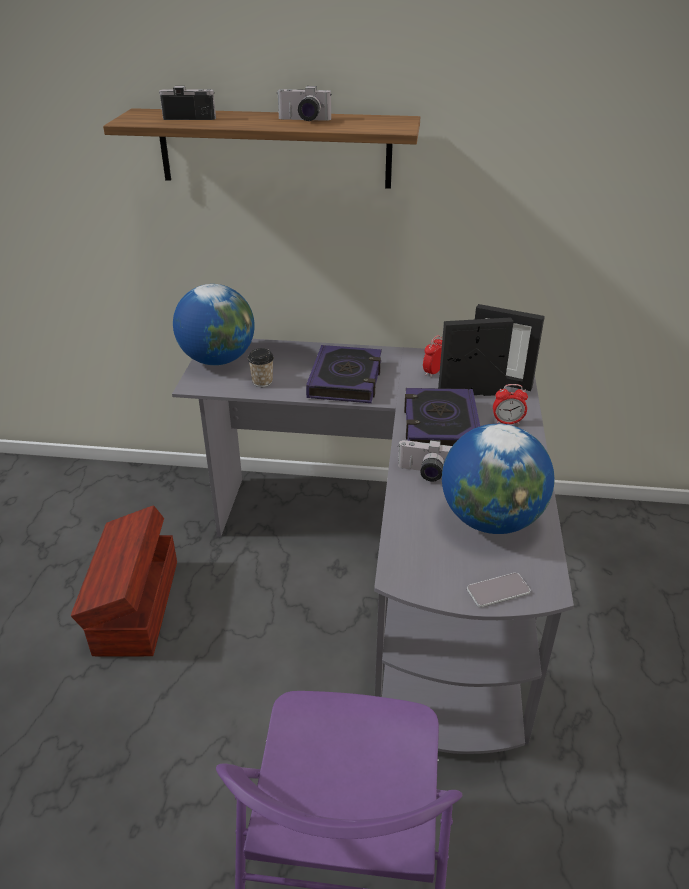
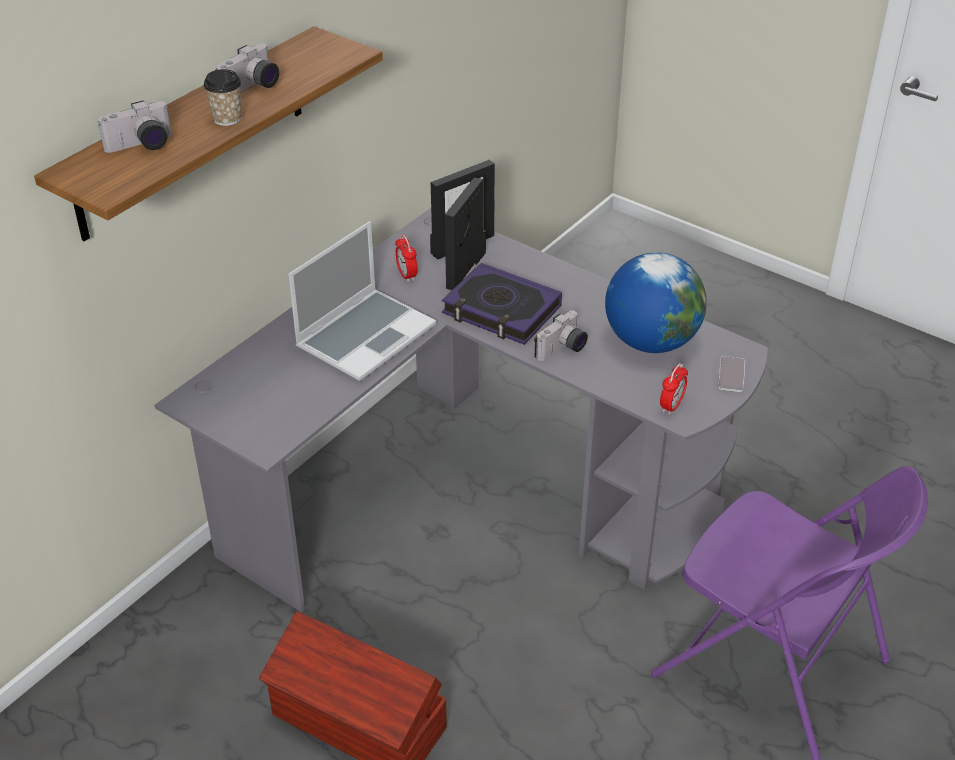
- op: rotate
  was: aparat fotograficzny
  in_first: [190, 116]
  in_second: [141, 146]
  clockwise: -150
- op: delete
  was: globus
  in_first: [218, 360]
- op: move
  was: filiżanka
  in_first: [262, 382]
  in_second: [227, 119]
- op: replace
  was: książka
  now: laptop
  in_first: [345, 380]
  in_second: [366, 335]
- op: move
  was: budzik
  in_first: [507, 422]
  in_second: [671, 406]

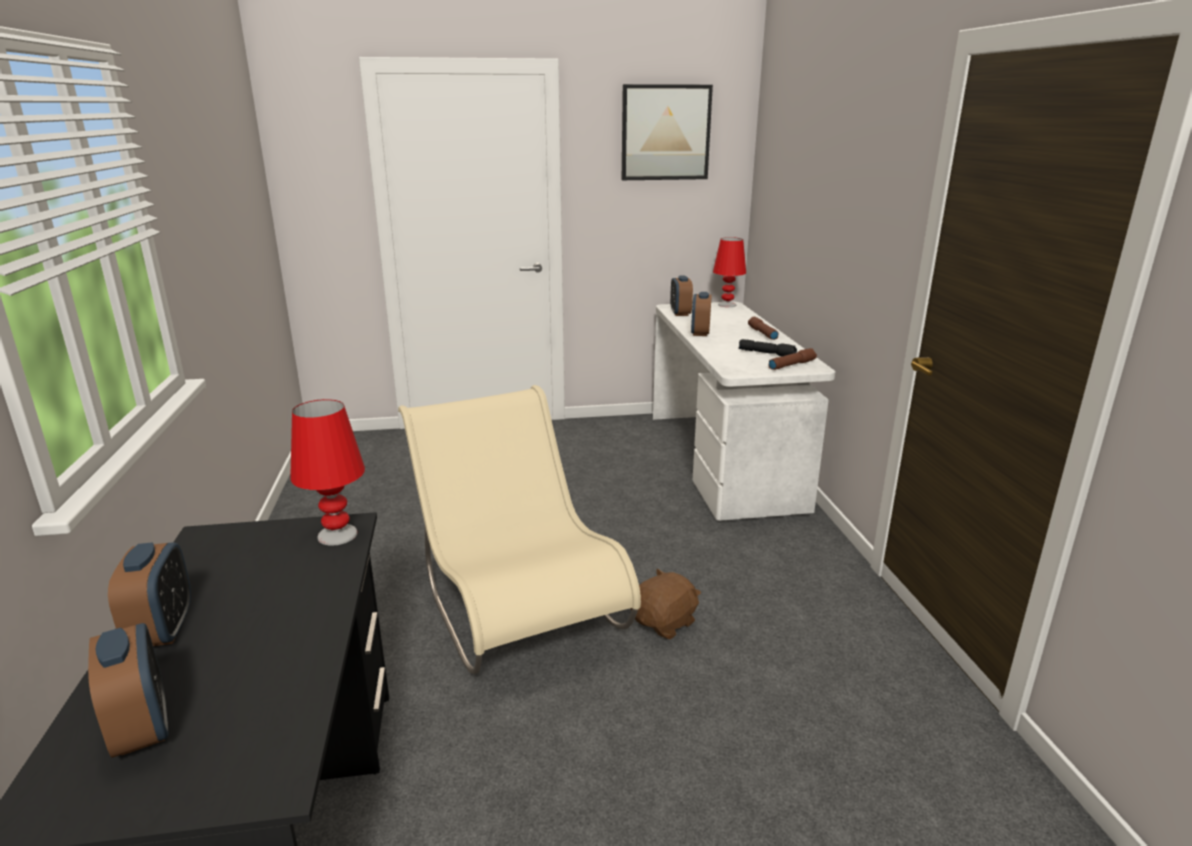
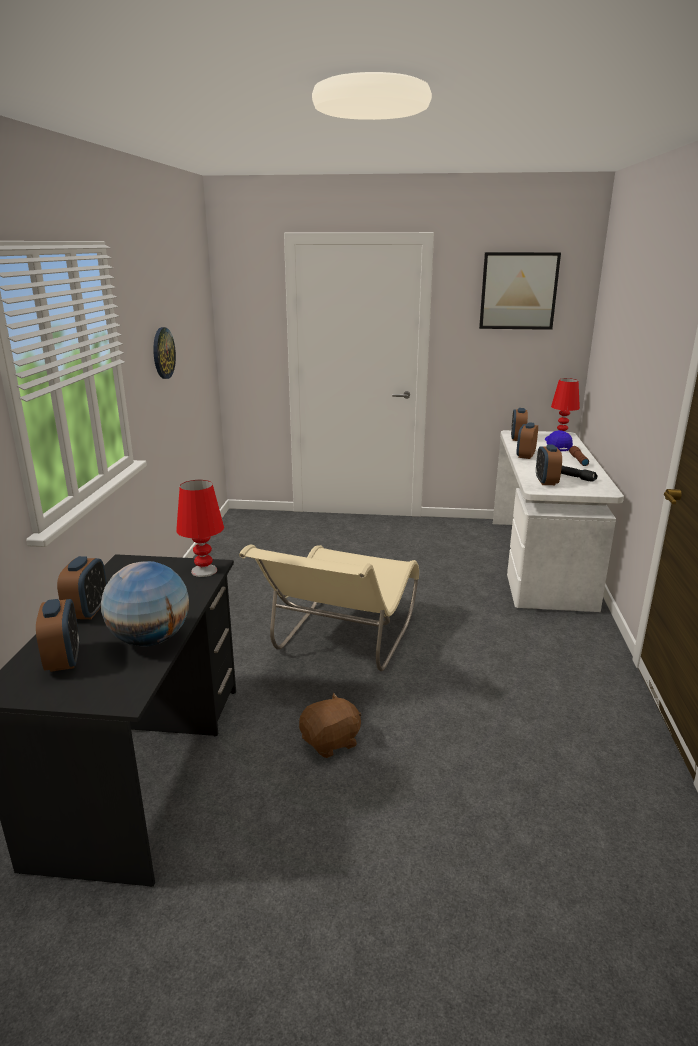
- op: rotate
  was: krzesło (beżowy)
  in_first: [516, 602]
  in_second: [340, 644]
  clockwise: -150
- op: move
  was: pluszak (brązowy)
  in_first: [665, 623]
  in_second: [331, 742]
- op: delete
  was: latarka (brązowy)
  in_first: [791, 365]
- op: insert
  now: globus
  in_second: [150, 639]
- op: insert
  now: zegar ścienny
  in_second: [163, 353]
- op: insert
  now: budzik
  in_second: [546, 482]
- op: insert
  now: czapka z daszkiem (niebieski)
  in_second: [557, 446]

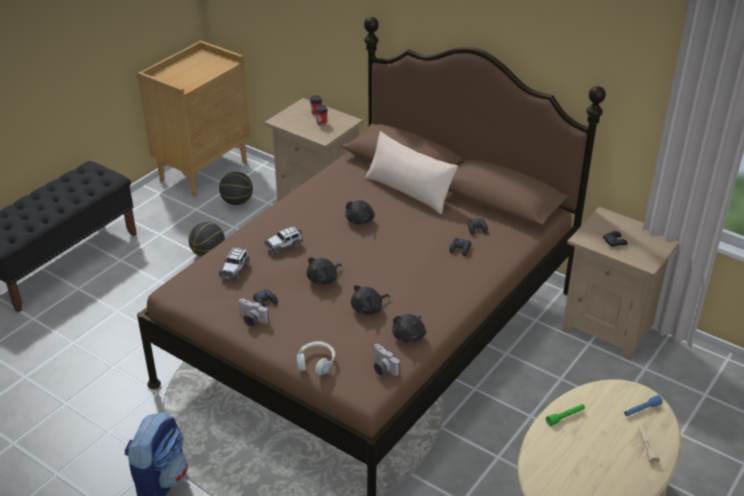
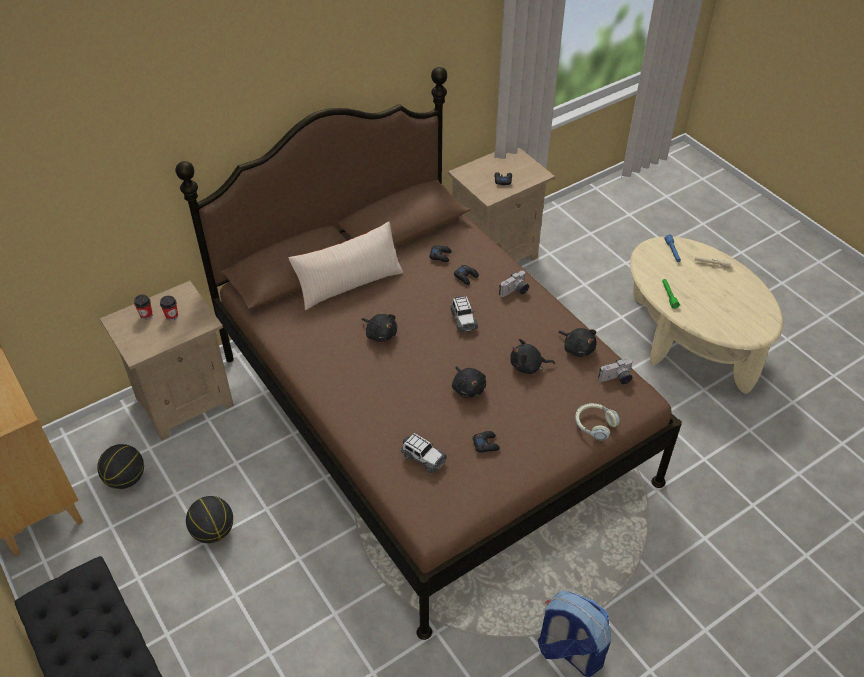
- op: move
  was: aparat fotograficzny
  in_first: [251, 320]
  in_second: [515, 291]
- op: move
  was: samochodzik
  in_first: [284, 246]
  in_second: [463, 319]
- op: rotate
  was: pluszak (czarny)
  in_first: [368, 309]
  in_second: [528, 366]
  clockwise: 105

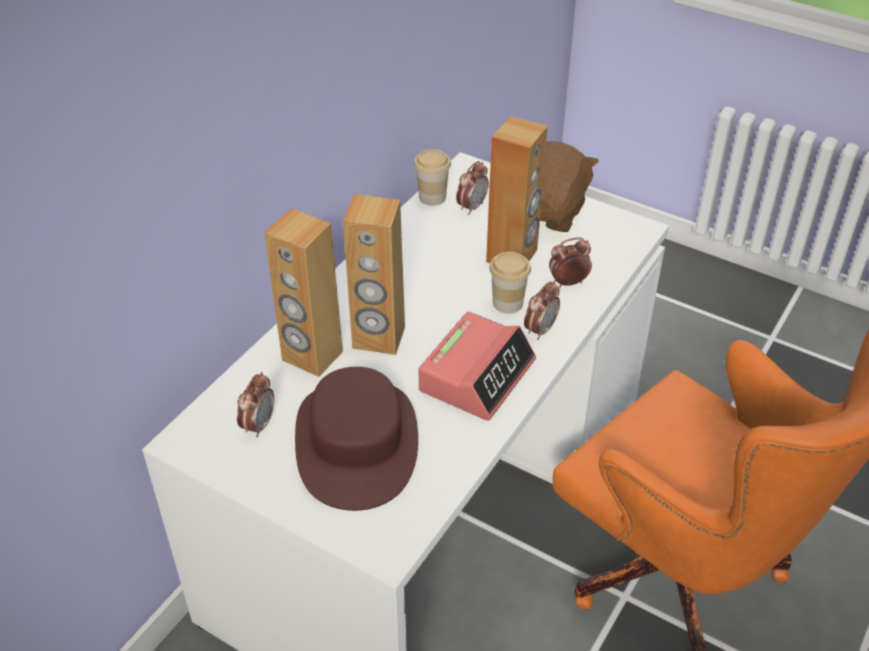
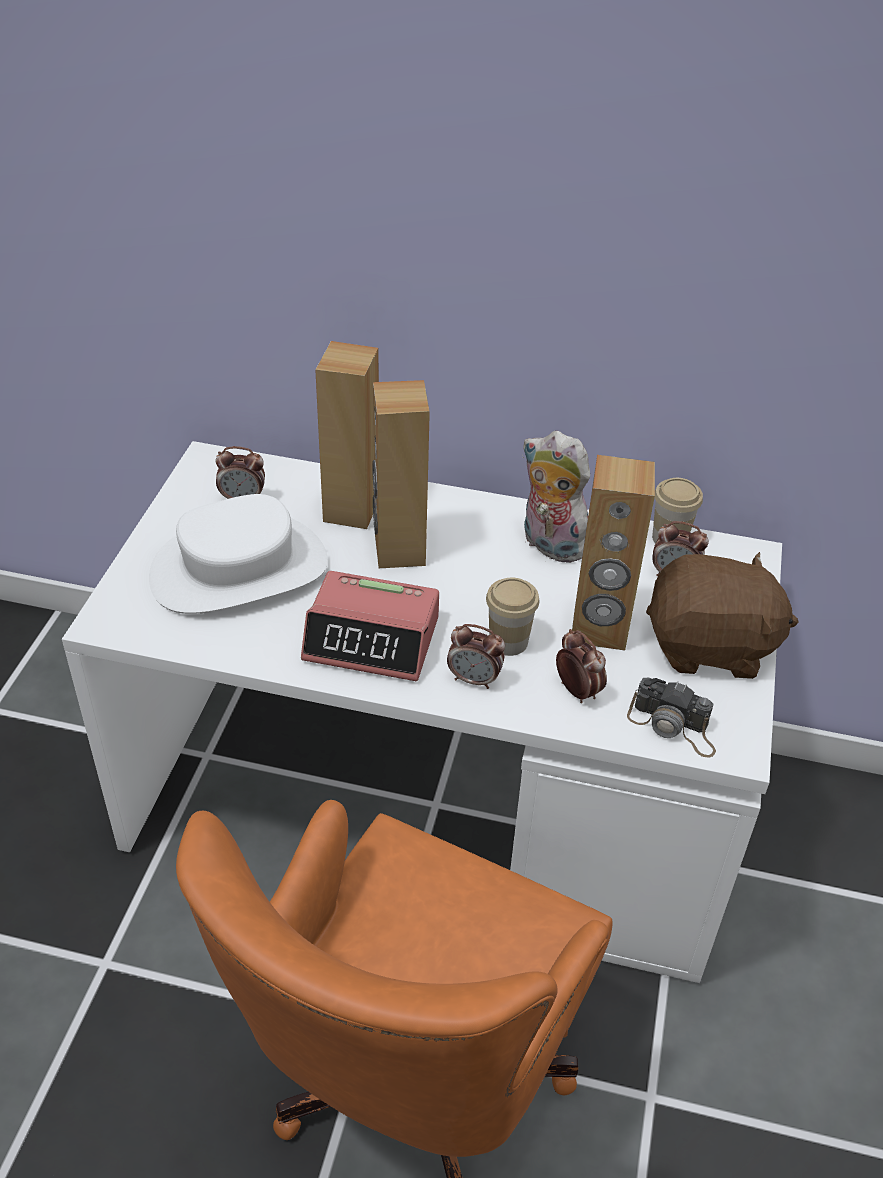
- op: recolor
  was: kapelusz (brązowy)
  now: kapelusz (biały)
  in_first: [357, 443]
  in_second: [239, 570]
- op: insert
  now: pluszak
  in_second: [549, 545]
- op: insert
  now: aparat fotograficzny
  in_second: [673, 727]

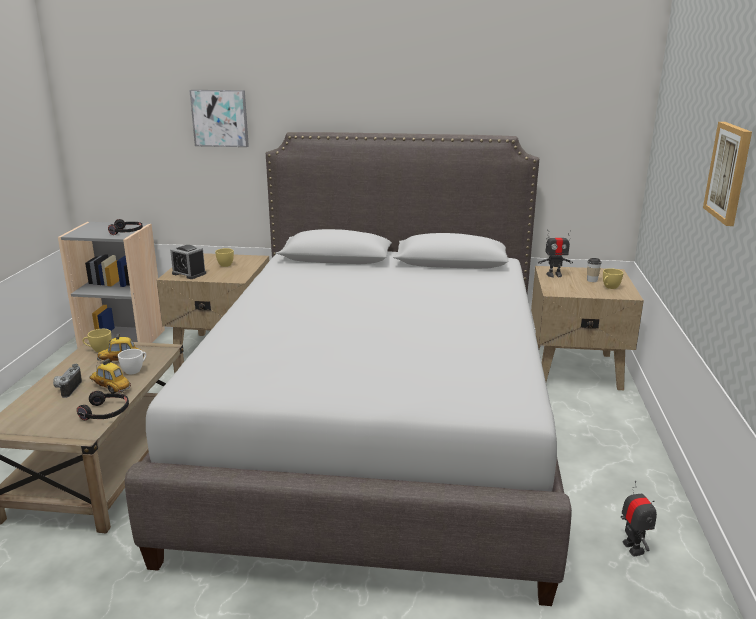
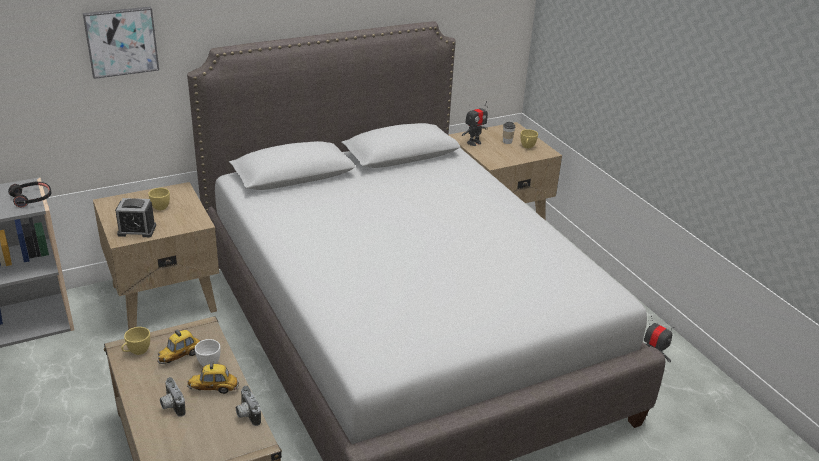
- op: replace
  was: słuchawki (czarny)
  now: aparat fotograficzny
  in_first: [105, 412]
  in_second: [246, 415]
- op: delete
  was: obraz
  in_first: [729, 172]

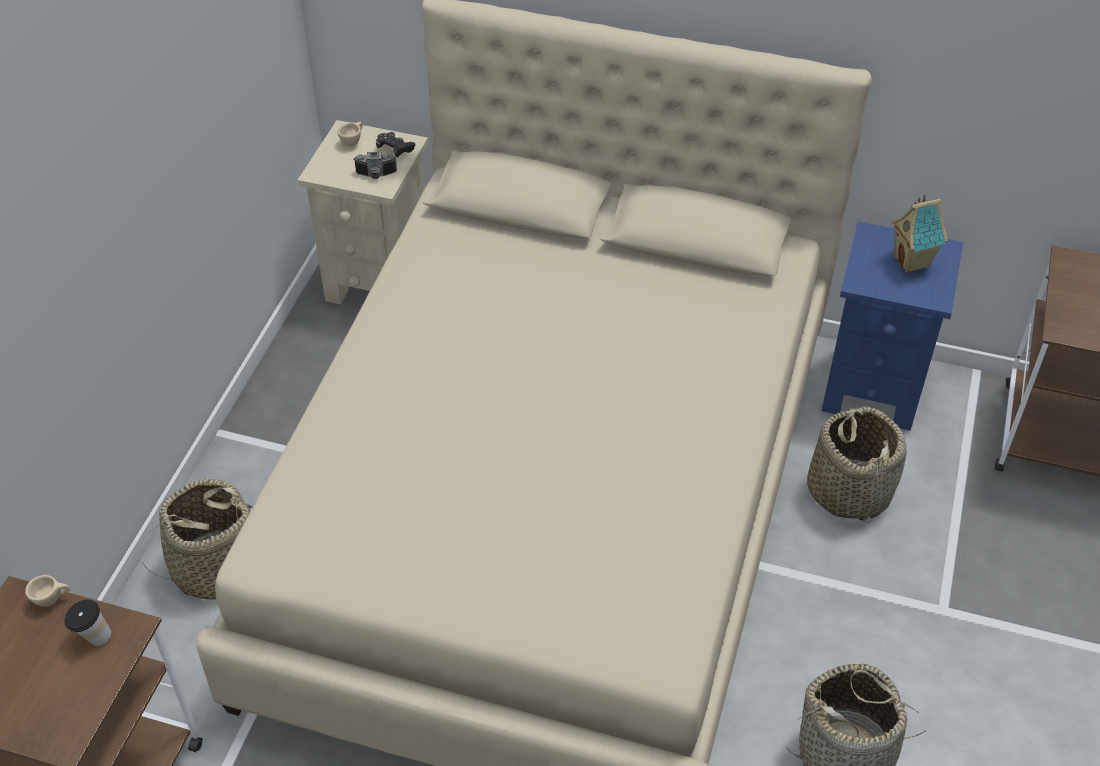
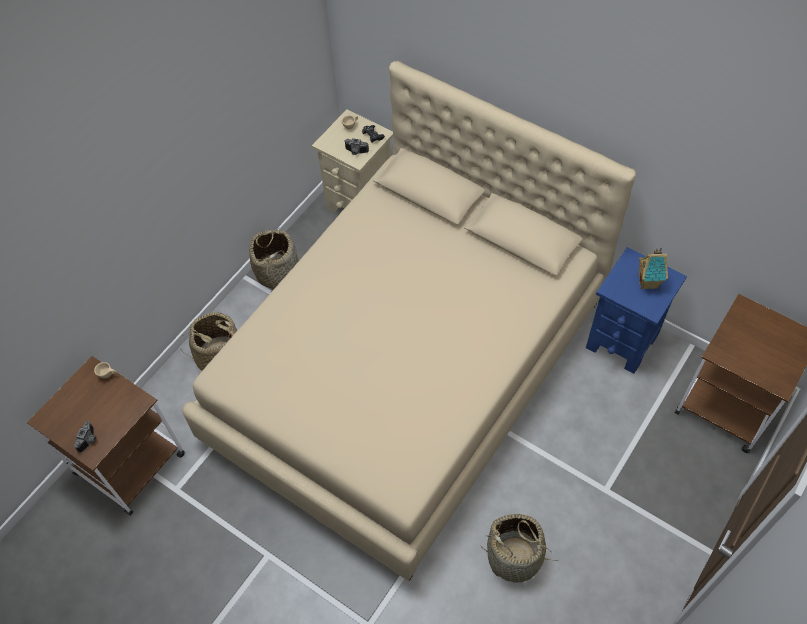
- op: delete
  was: filiżanka
  in_first: [93, 637]
- op: move
  was: koszyk
  in_first: [849, 490]
  in_second: [278, 272]
- op: insert
  now: aparat fotograficzny
  in_second: [90, 440]

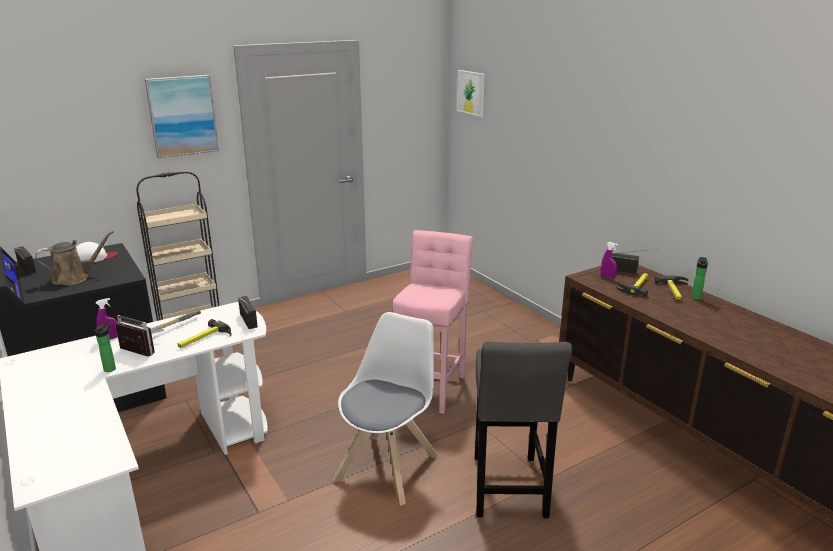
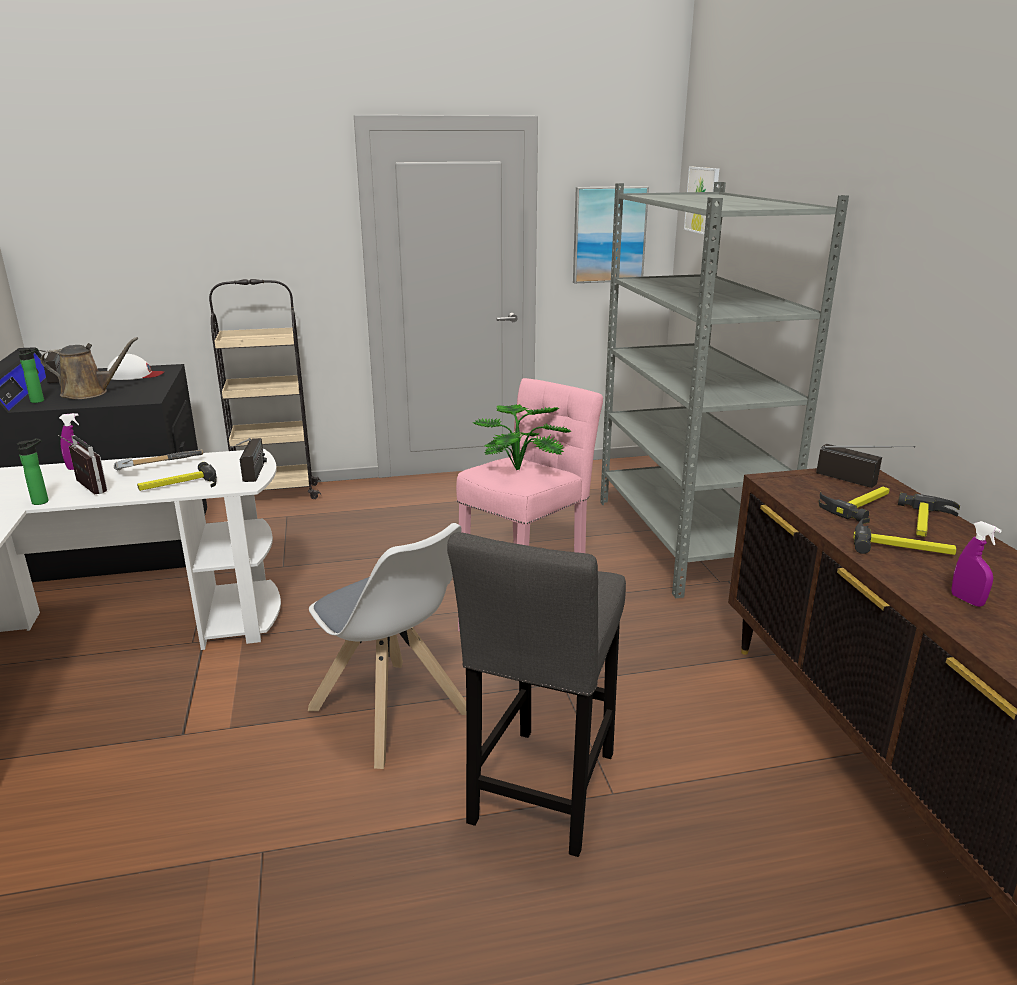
- op: move
  was: obraz
  in_first: [182, 116]
  in_second: [609, 234]
- op: rotate
  was: krzesło
  in_first: [389, 465]
  in_second: [392, 714]
  clockwise: 90
- op: move
  was: spryskiwacz (fioletowy)
  in_first: [607, 277]
  in_second: [967, 600]
- op: move
  was: butelka
  in_first: [696, 297]
  in_second: [39, 401]
- op: insert
  now: roślina doniczkowa
  in_second: [523, 468]
- op: insert
  now: regał (szary)
  in_second: [684, 539]
- op: insert
  now: młotek
  in_second: [902, 547]

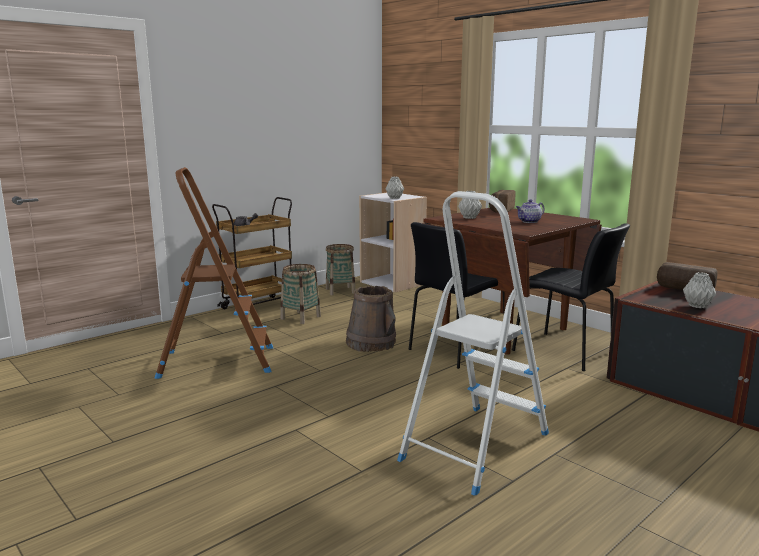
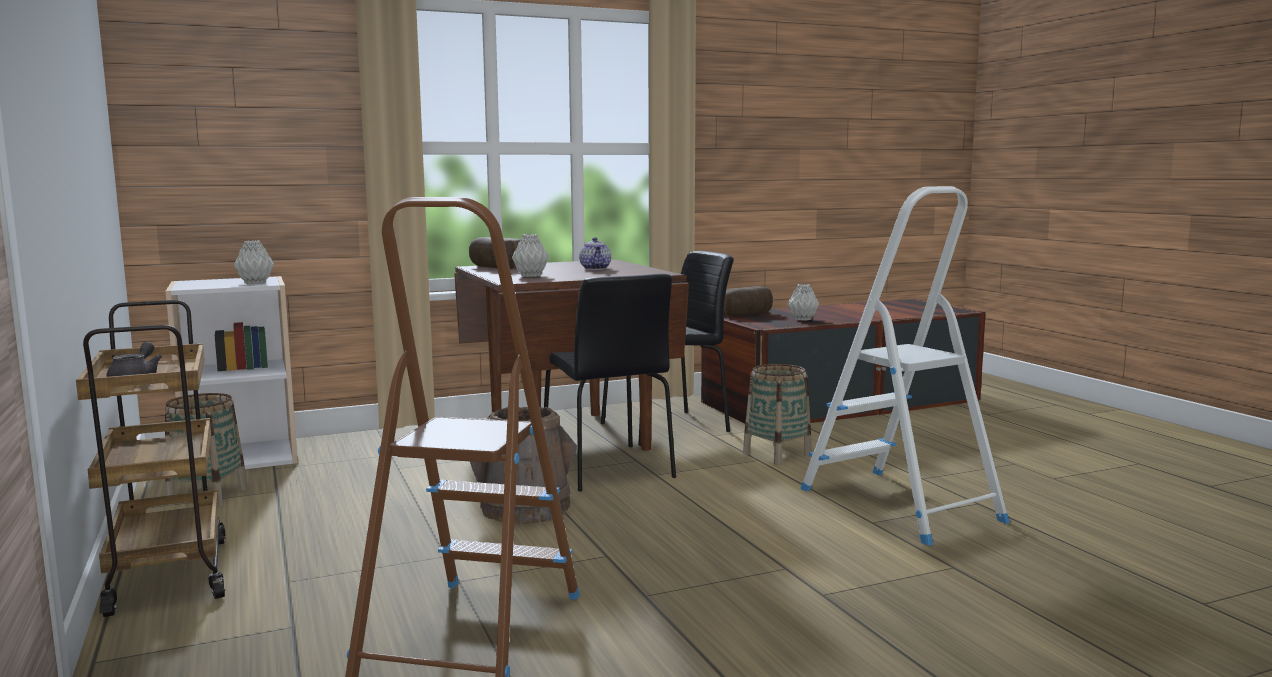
- op: move
  was: koszyk
  in_first: [300, 318]
  in_second: [777, 454]

